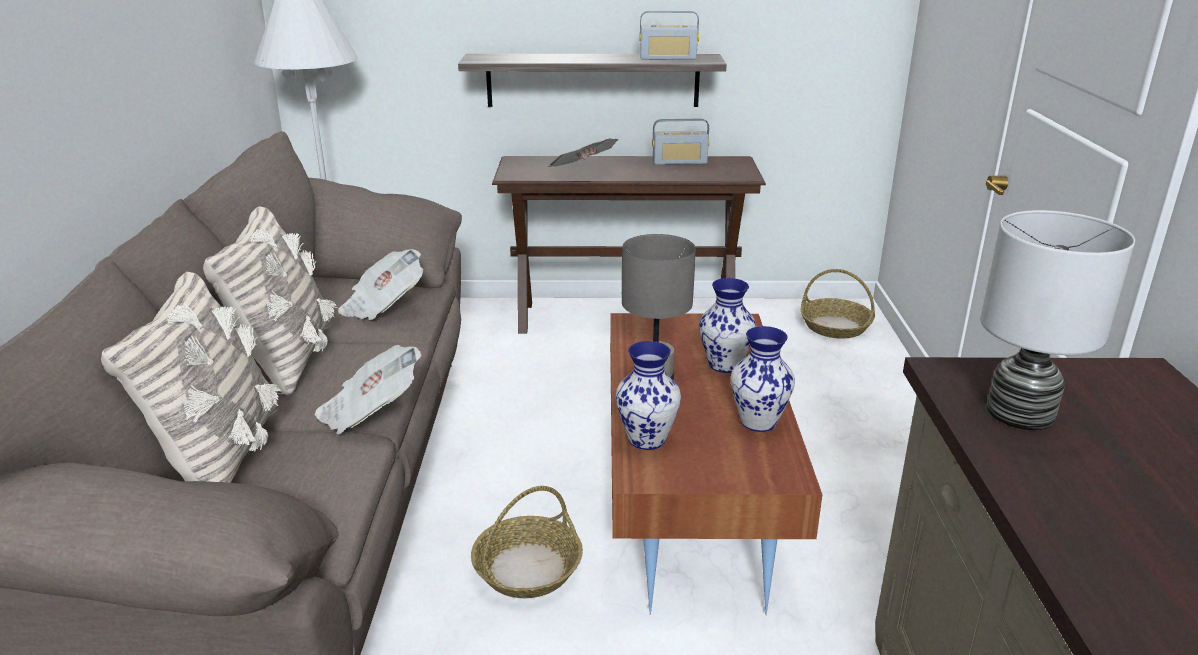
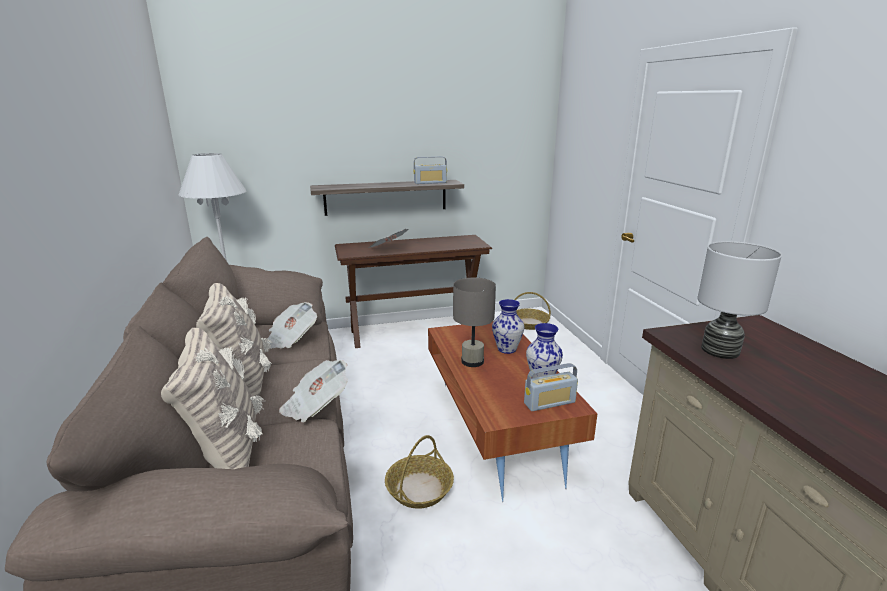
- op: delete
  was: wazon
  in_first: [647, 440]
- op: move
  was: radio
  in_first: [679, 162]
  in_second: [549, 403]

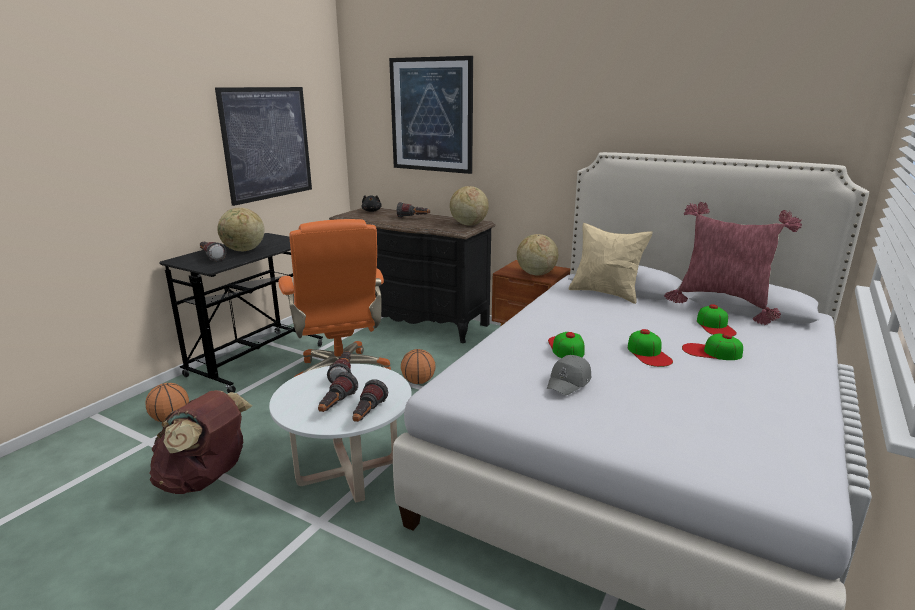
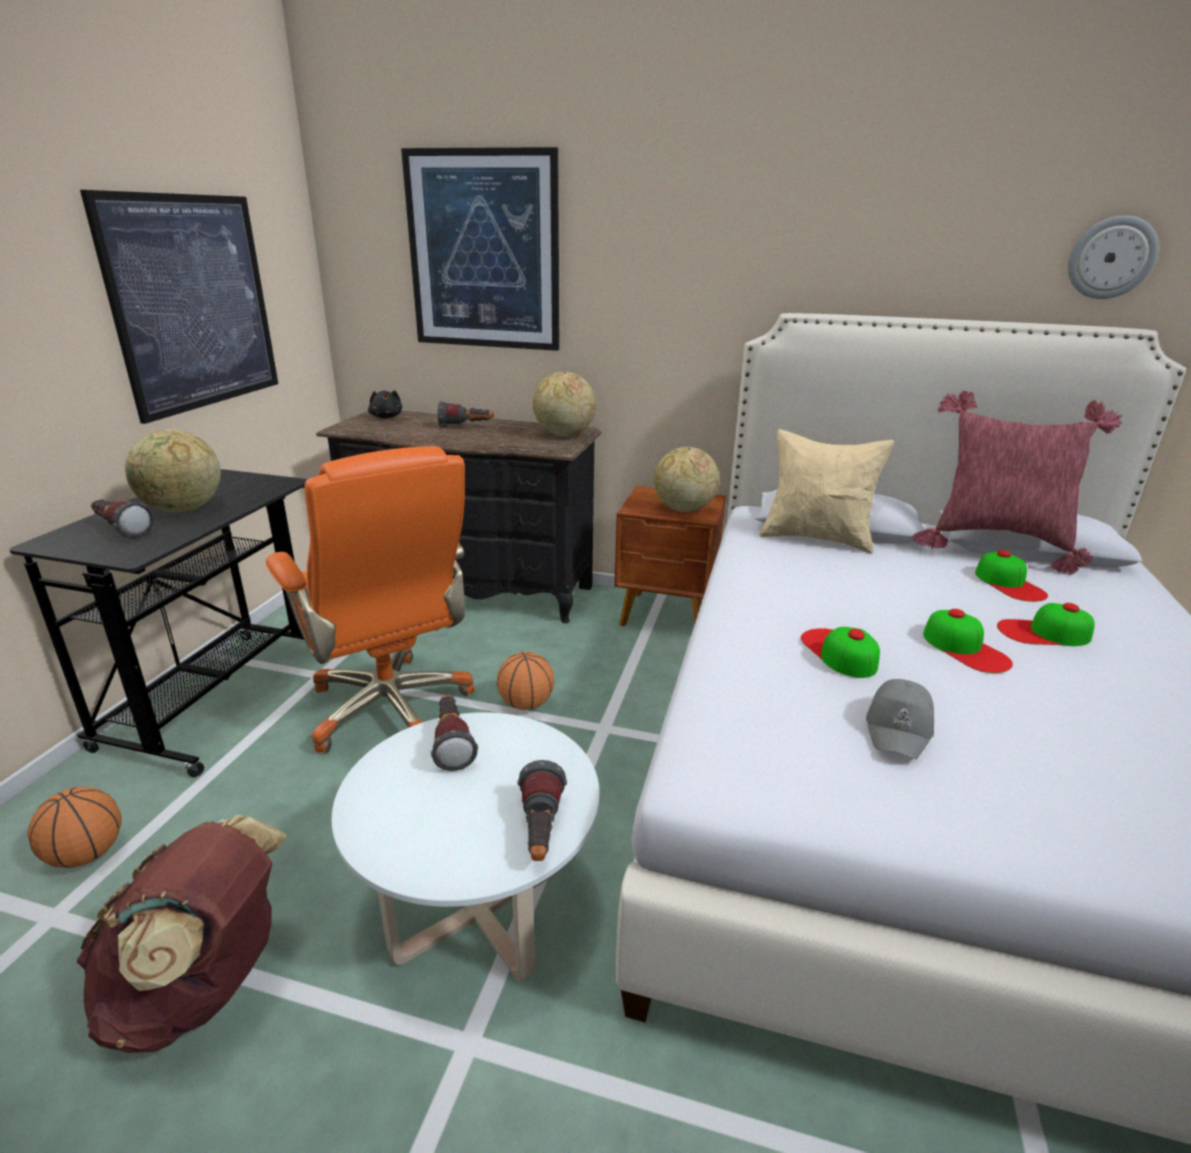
- op: delete
  was: latarka
  in_first: [336, 406]
- op: insert
  now: zegar ścienny
  in_second: [1111, 258]

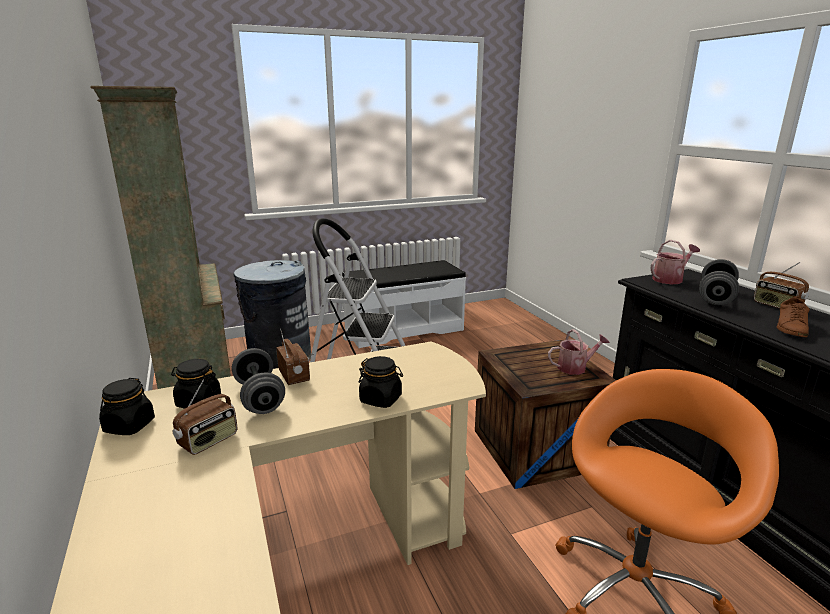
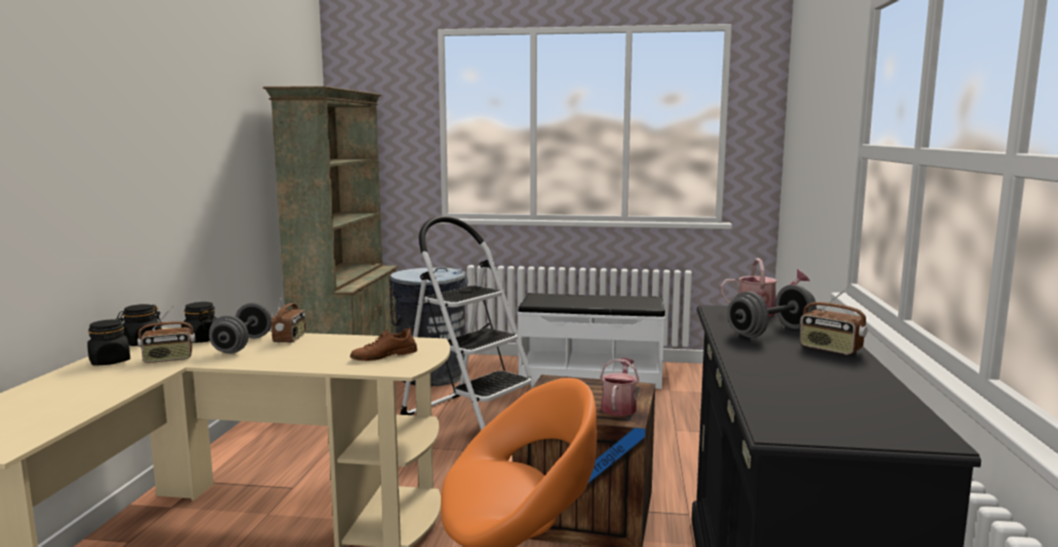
- op: move
  was: słoik (czarny)
  in_first: [381, 399]
  in_second: [110, 361]
- op: rotate
  was: konewka
  in_first: [575, 367]
  in_second: [619, 407]
  clockwise: -90
- op: rotate
  was: radio
  in_first: [776, 306]
  in_second: [830, 349]
  clockwise: -45
- op: move
  was: but (brązowy)
  in_first: [791, 327]
  in_second: [384, 355]

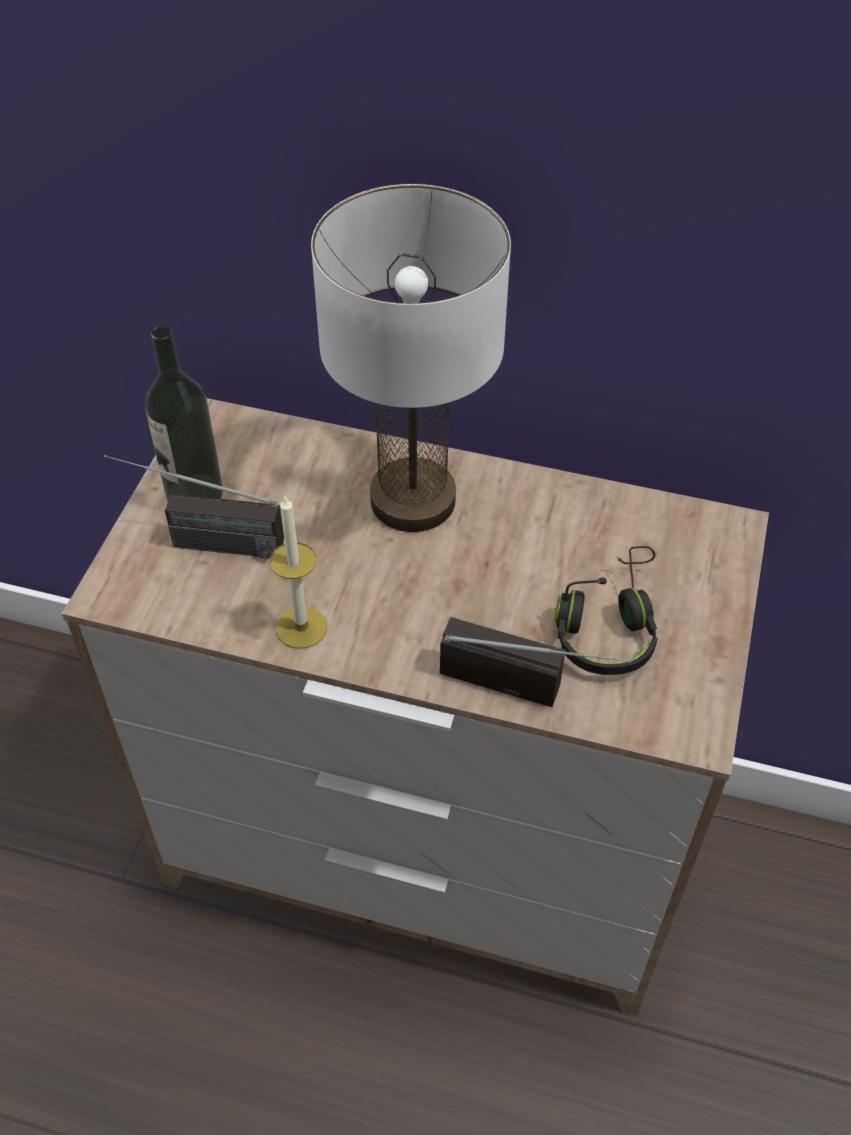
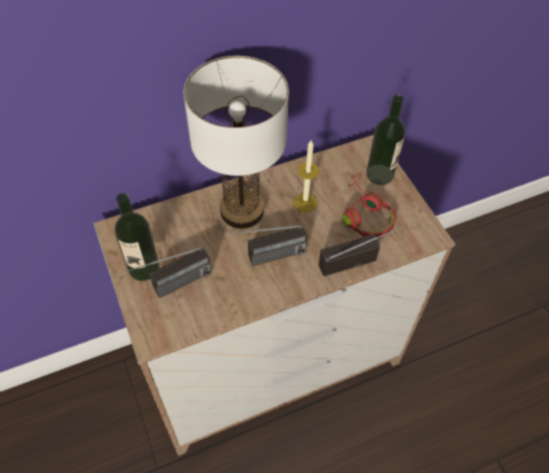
- op: move
  was: świeca
  in_first: [301, 627]
  in_second: [305, 202]
- op: recolor
  was: słuchawki (czarny)
  now: słuchawki (czerwony)
  in_first: [608, 625]
  in_second: [364, 215]
- op: insert
  now: radio
  in_second: [263, 258]
- op: insert
  now: butelka
  in_second: [379, 174]

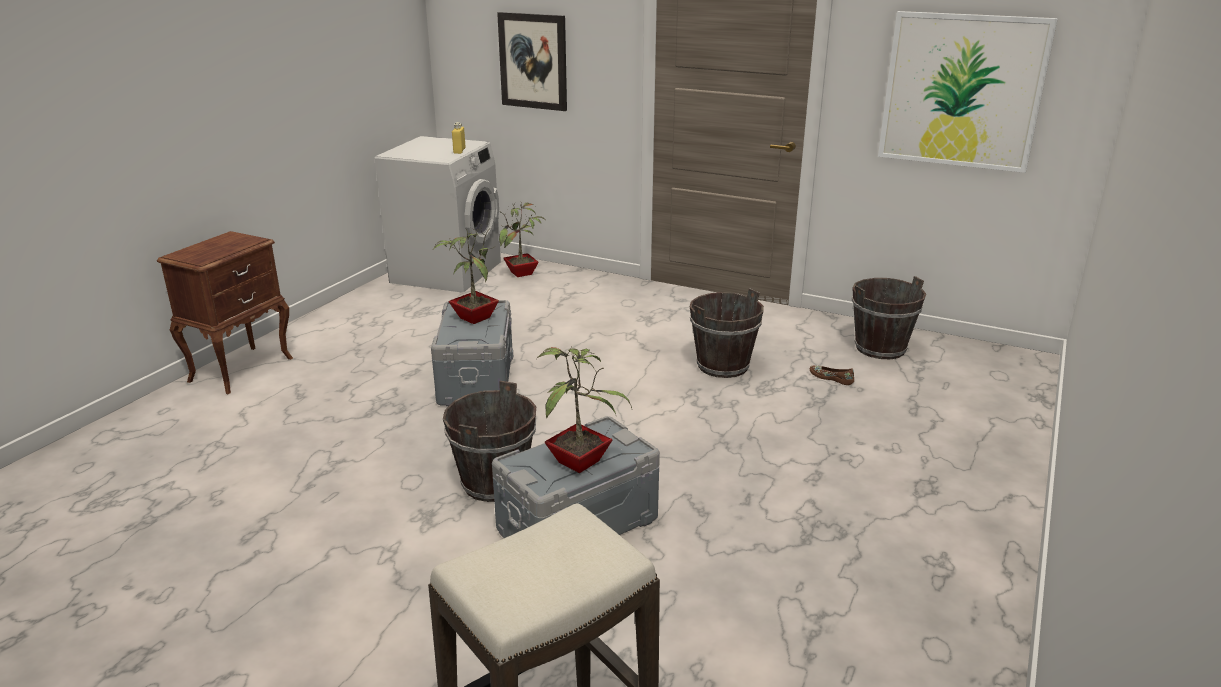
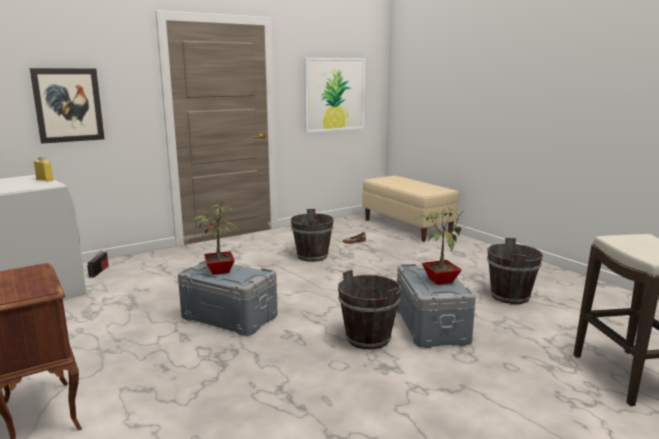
- op: replace
  was: roślina doniczkowa
  now: radio
  in_first: [522, 274]
  in_second: [99, 271]
- op: move
  was: wiadro (brązowy)
  in_first: [880, 349]
  in_second: [510, 296]
- op: insert
  now: ławka (beżowy)
  in_second: [407, 227]

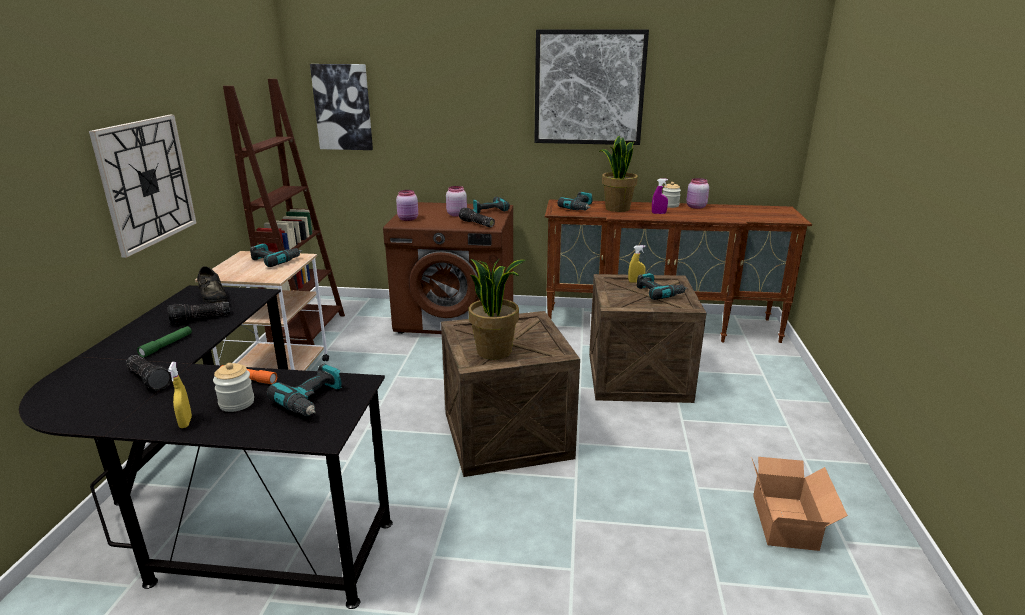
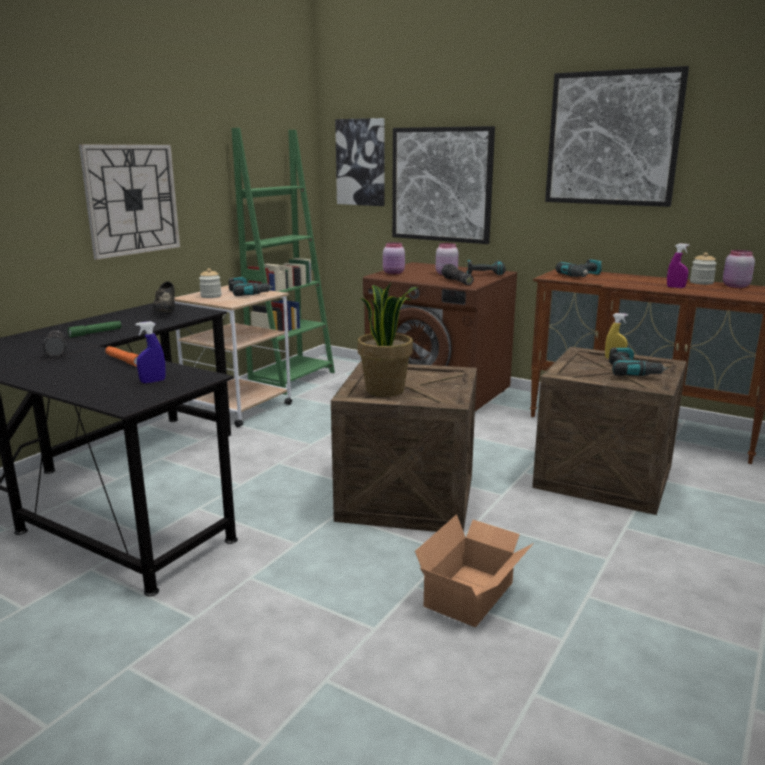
- op: delete
  was: latarka
  in_first: [200, 319]
- op: delete
  was: spryskiwacz (żółty)
  in_first: [185, 422]
- op: move
  was: słoik
  in_first: [237, 403]
  in_second: [211, 296]
- op: recolor
  was: regał (brązowy)
  now: regał (zielony)
  in_first: [307, 330]
  in_second: [292, 379]
- op: replace
  was: wiertarka
  now: spryskiwacz (niebieski)
  in_first: [313, 400]
  in_second: [153, 381]
- op: delete
  was: roślina doniczkowa
  in_first: [617, 208]
- op: move
  was: karton
  in_first: [787, 521]
  in_second: [473, 594]
- op: insert
  now: obraz
  in_second: [441, 185]

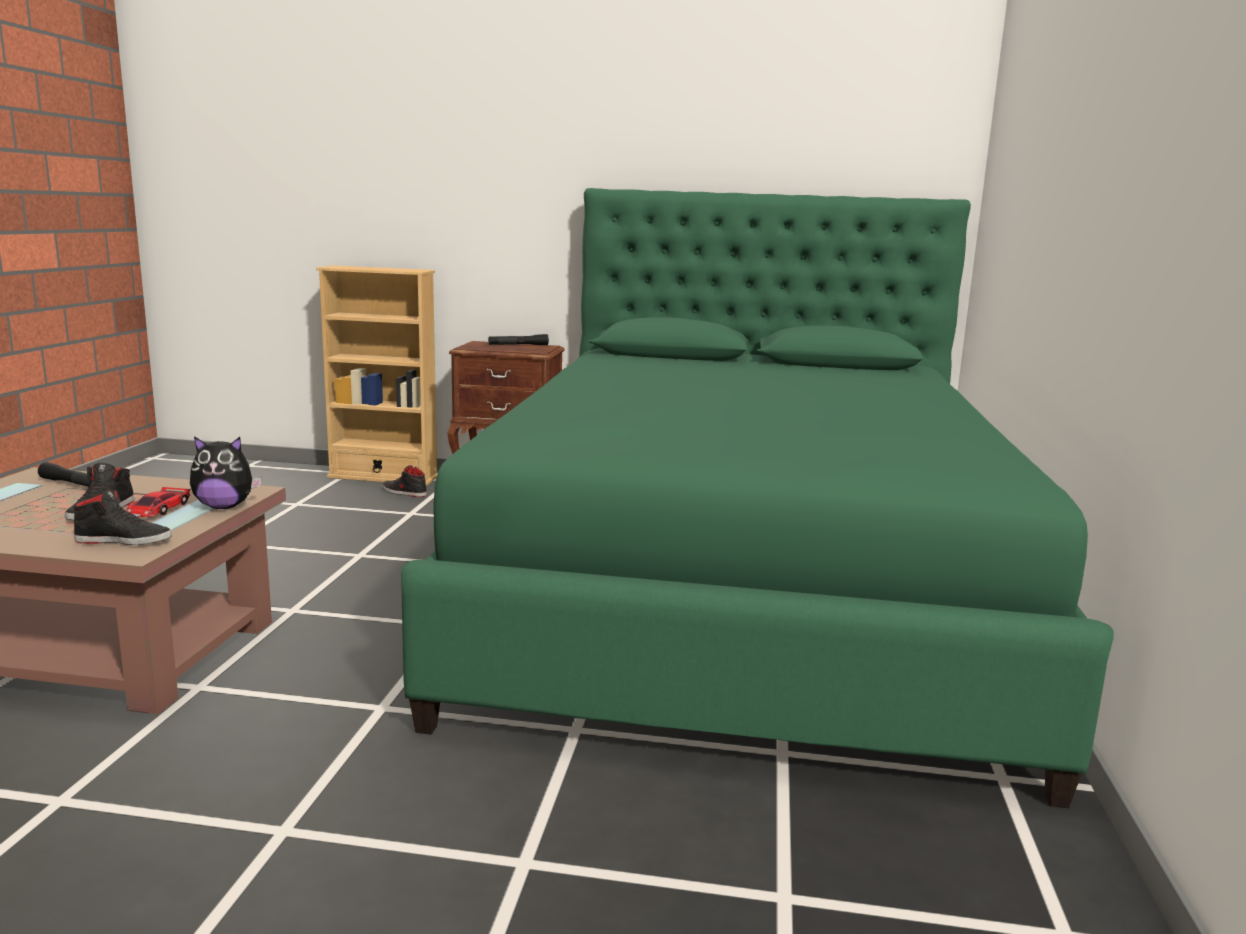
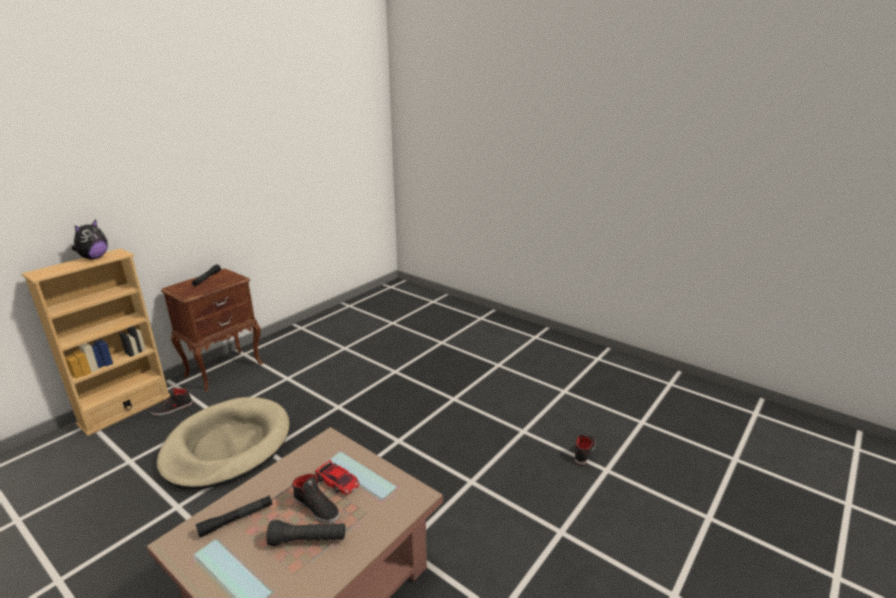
- op: move
  was: but (czarny)
  in_first: [124, 540]
  in_second: [584, 451]
- op: move
  was: pluszak
  in_first: [225, 507]
  in_second: [94, 258]
- op: delete
  was: łóżko (zielony)
  in_first: [743, 591]
- op: insert
  now: legowisko (beżowy)
  in_second: [227, 446]
- op: insert
  now: latarka (czarny)
  in_second: [308, 540]

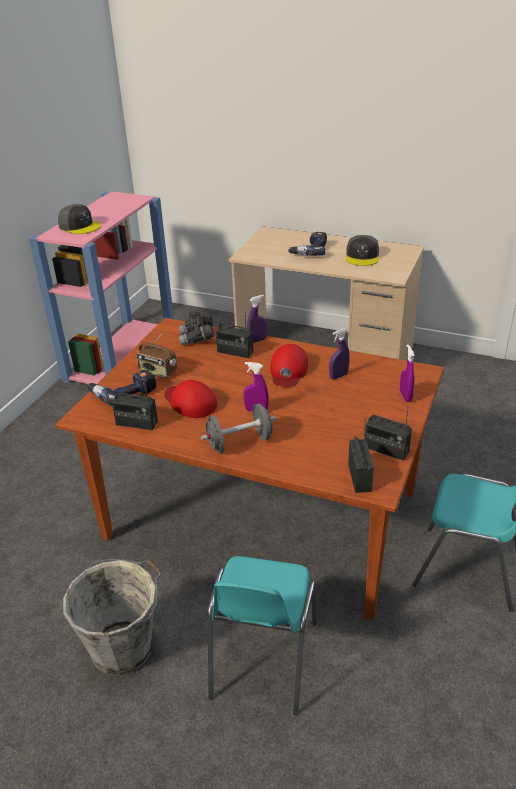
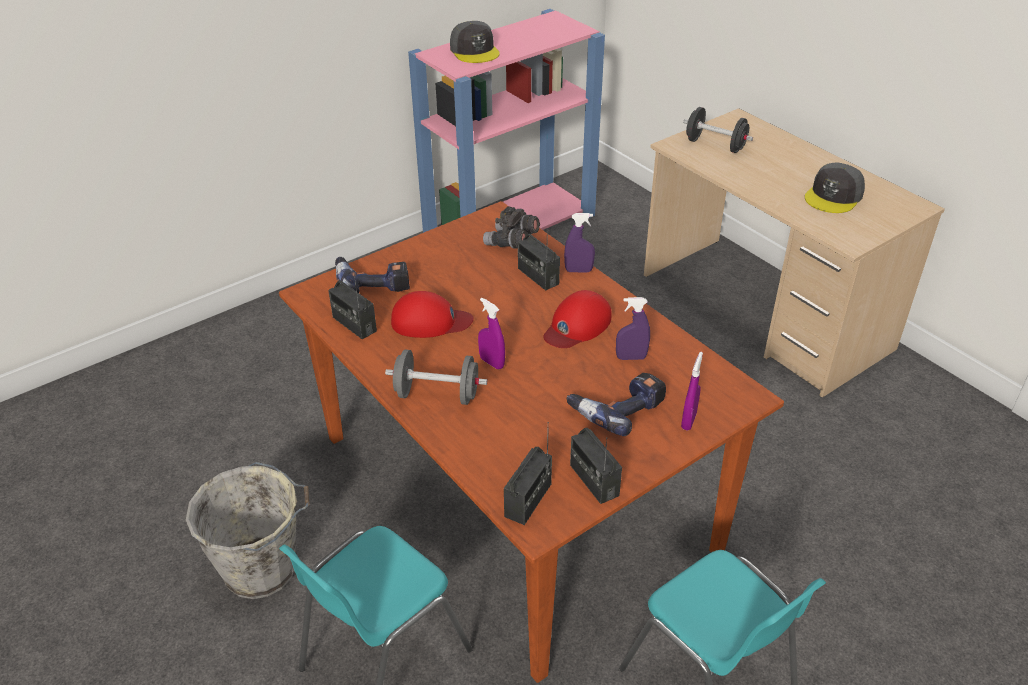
- op: delete
  was: radio
  in_first: [157, 371]
- op: rotate
  was: czapka z daszkiem (czerwony)
  in_first: [190, 402]
  in_second: [430, 321]
  clockwise: 105
- op: move
  was: wiertarka
  in_first: [309, 251]
  in_second: [617, 409]
- op: insert
  now: hantel (czarny)
  in_second: [715, 145]

